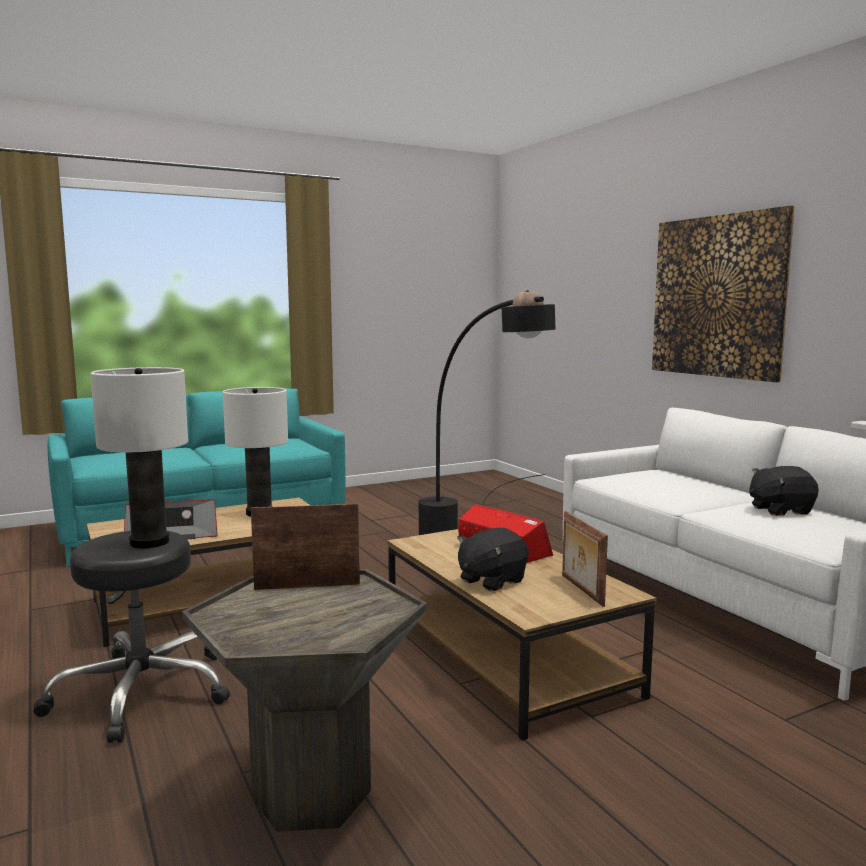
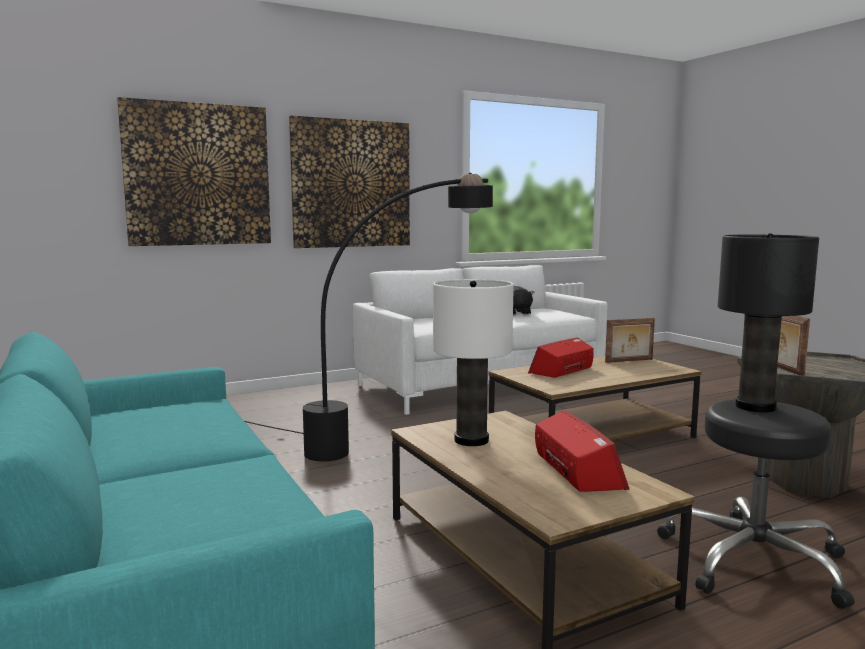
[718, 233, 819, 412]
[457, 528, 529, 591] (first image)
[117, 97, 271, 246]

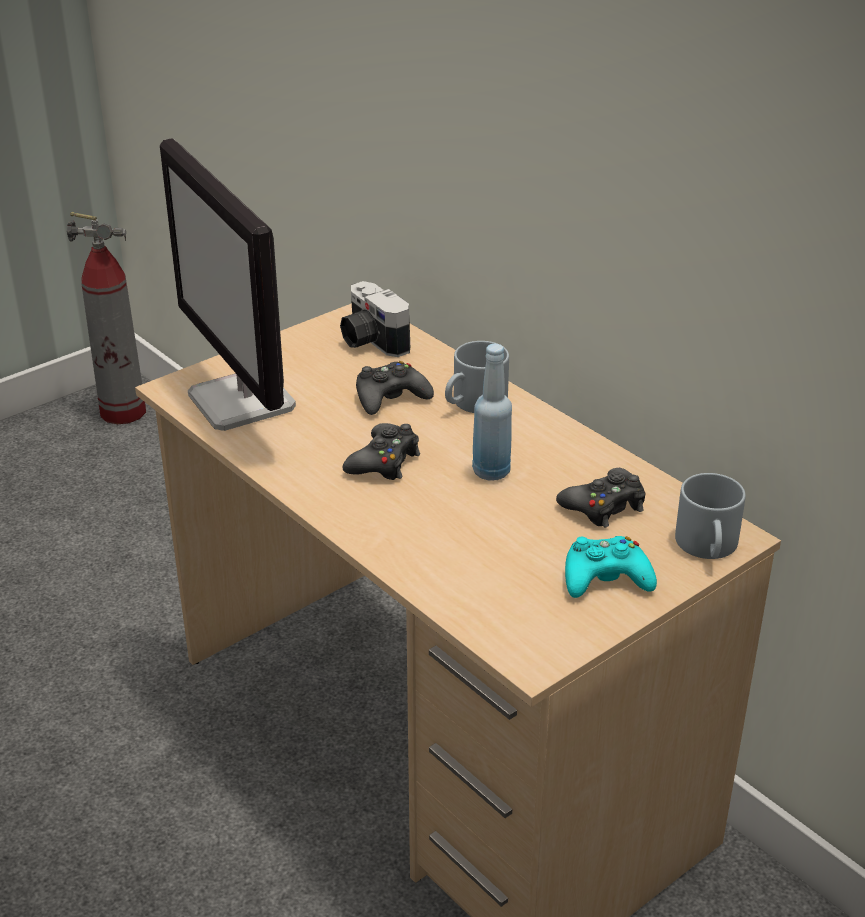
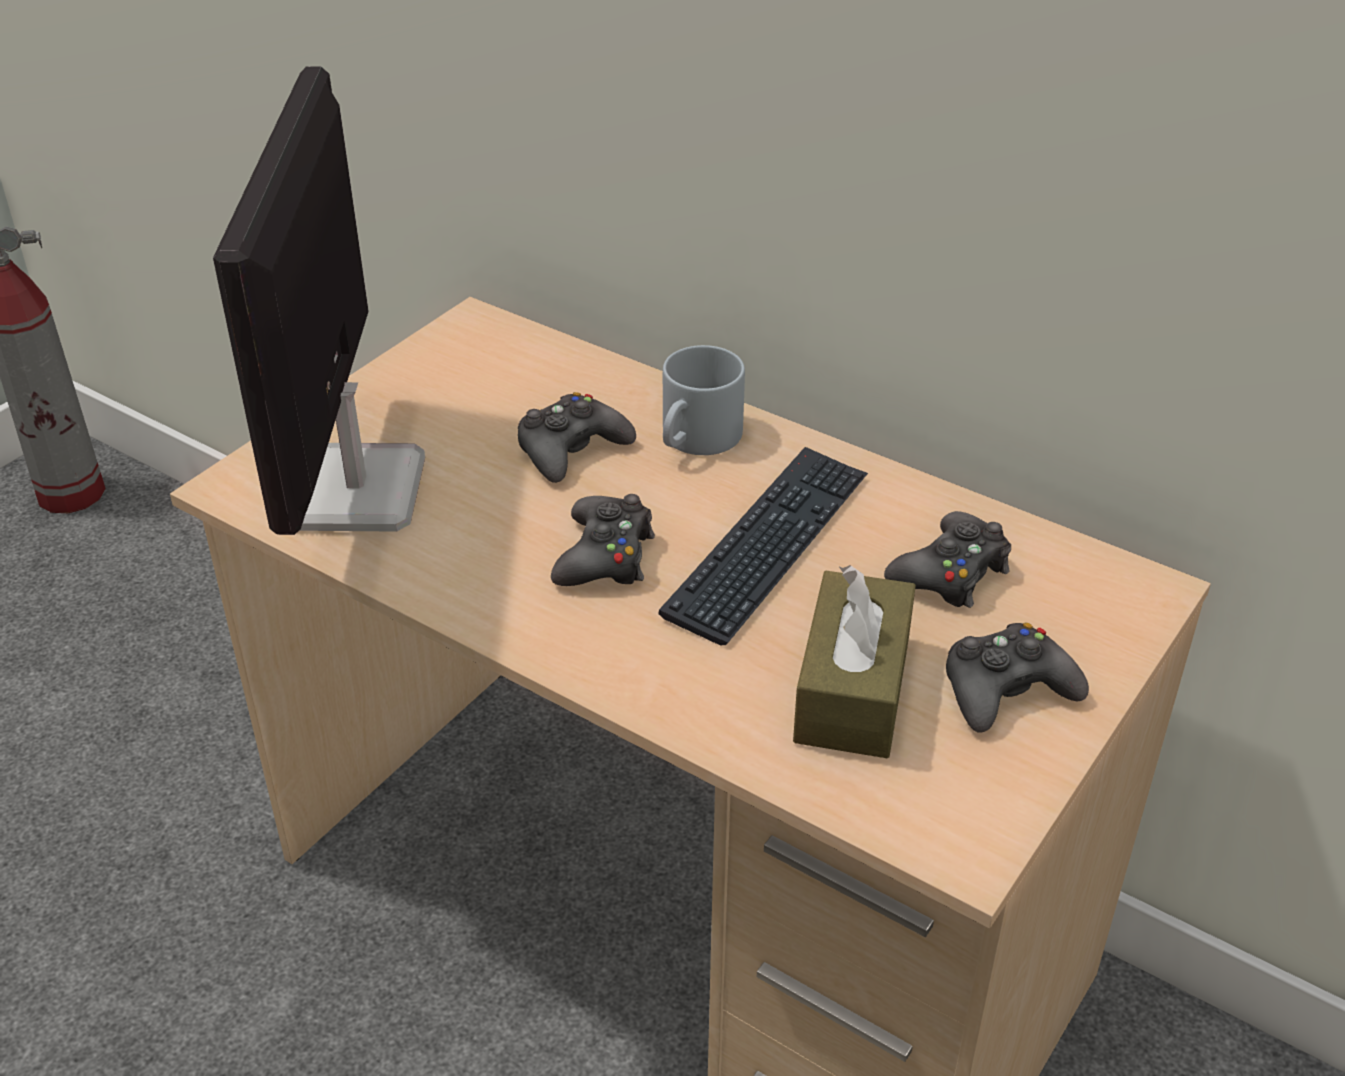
[213, 67, 425, 535]
[340, 281, 410, 357] (first image)
[659, 447, 868, 645]
[946, 622, 1089, 733]
[675, 473, 746, 559] (first image)
[793, 565, 916, 758]

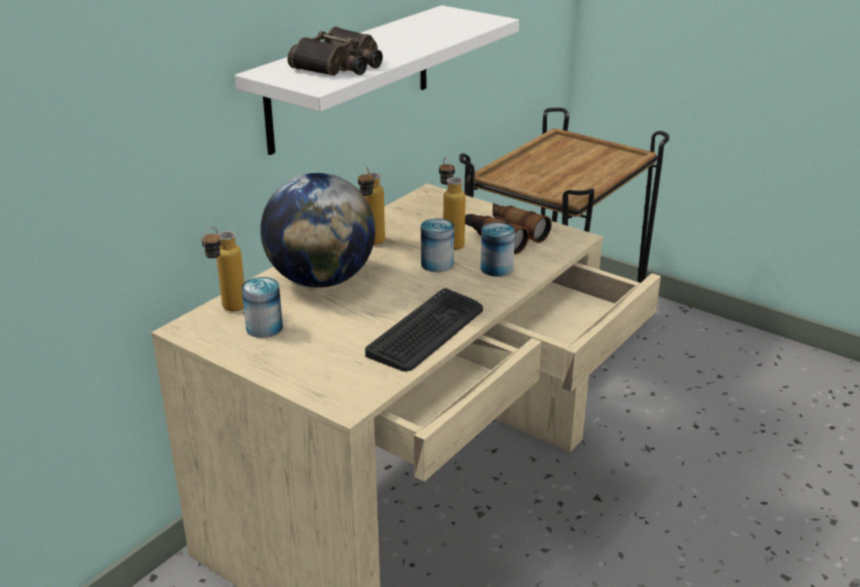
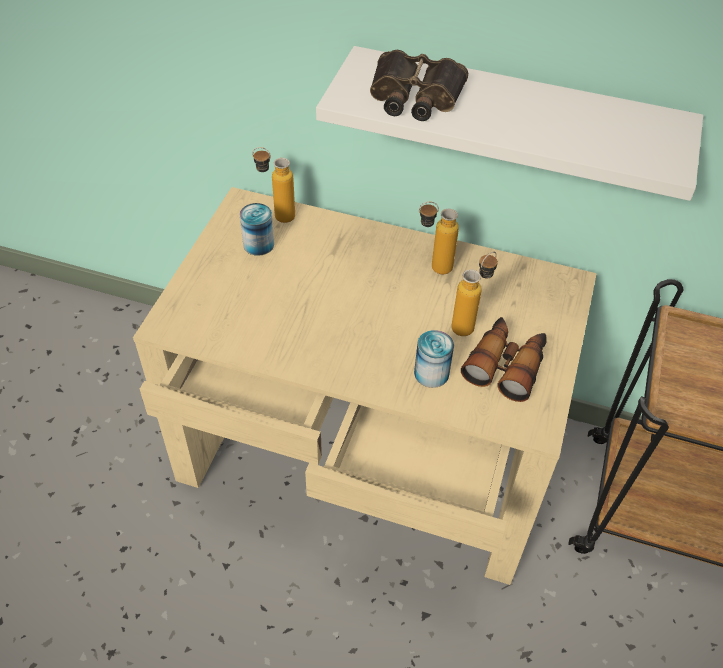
[260, 173, 375, 288] (first image)
[365, 288, 483, 372] (first image)
[421, 218, 454, 272] (first image)

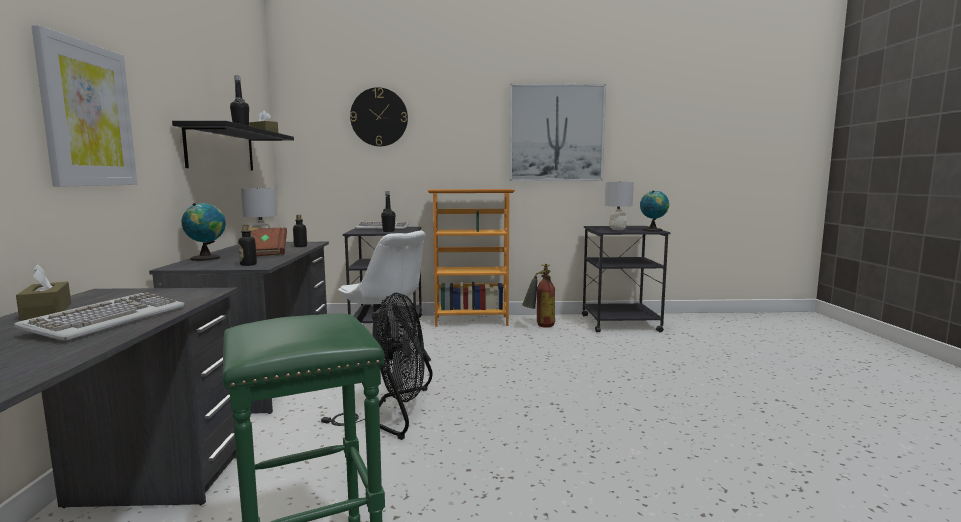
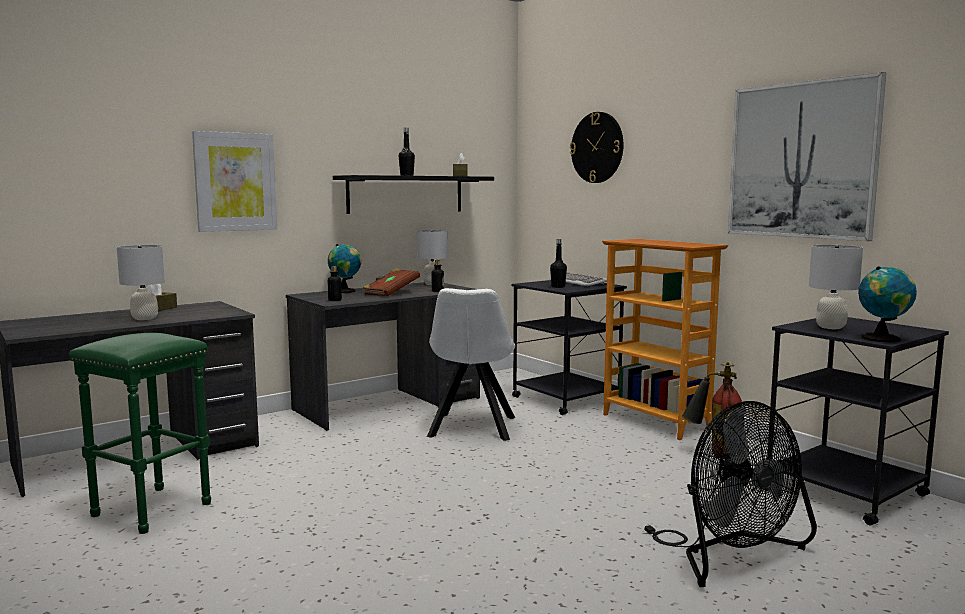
[117, 245, 165, 320]
[645, 401, 817, 587]

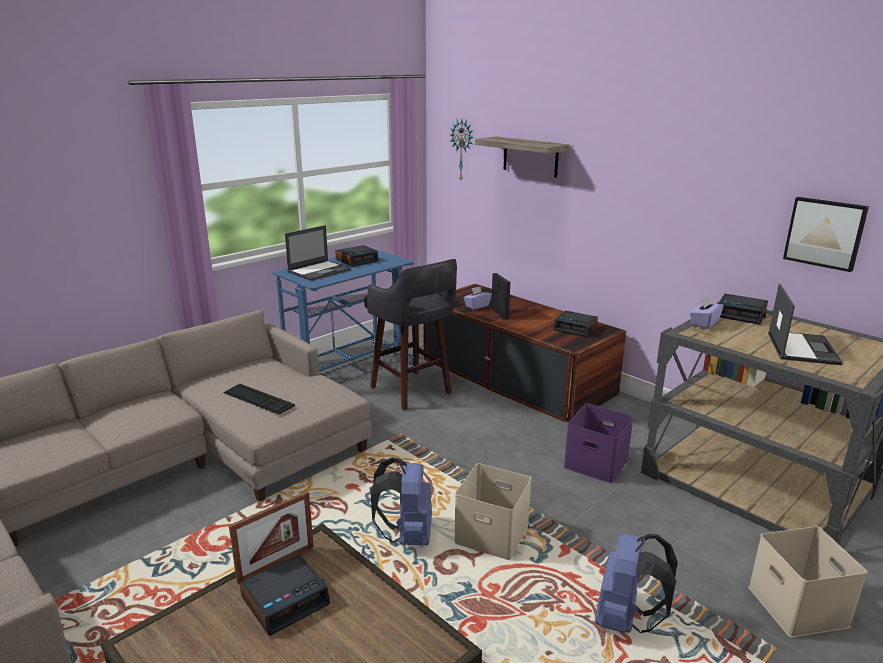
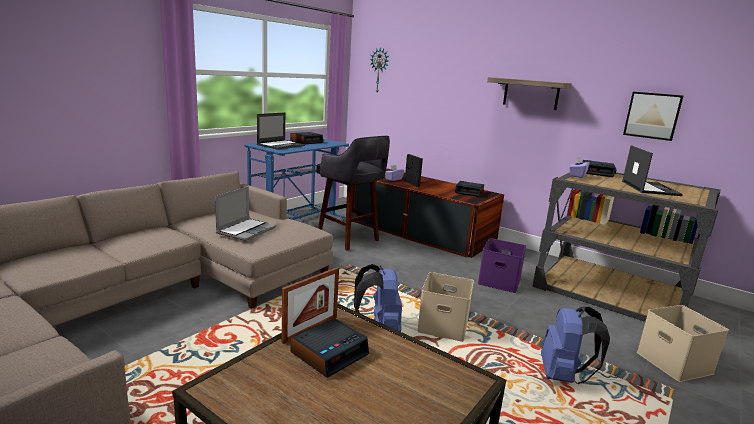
[215, 186, 276, 241]
[487, 77, 572, 110]

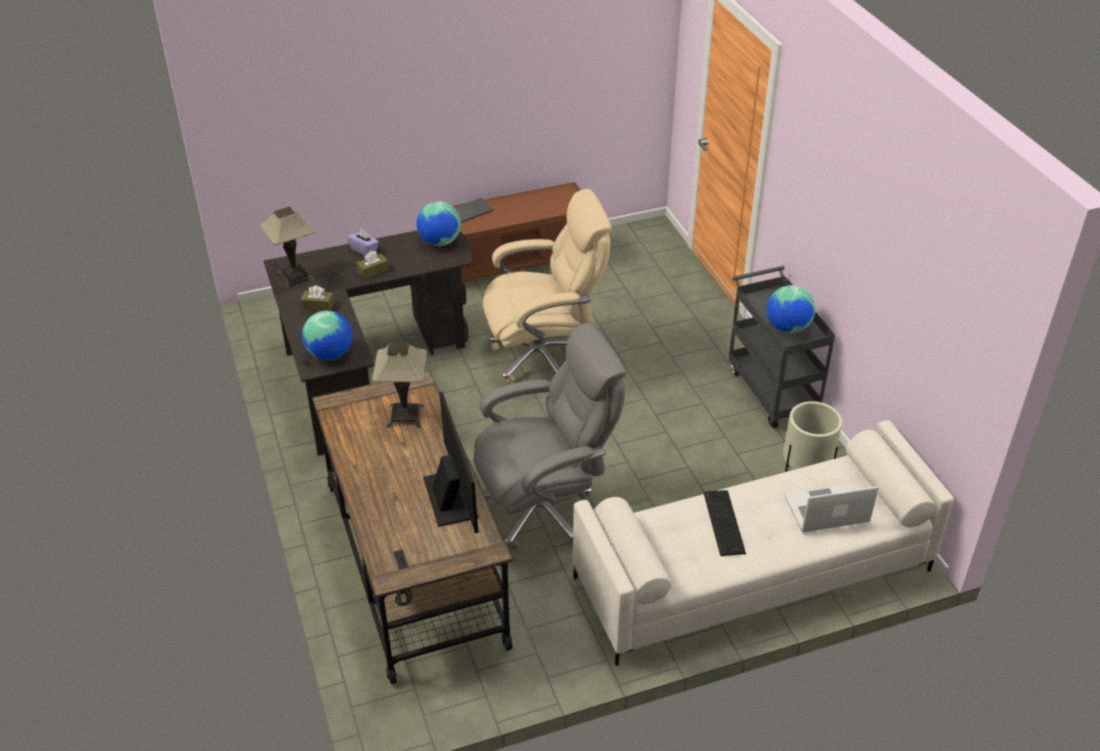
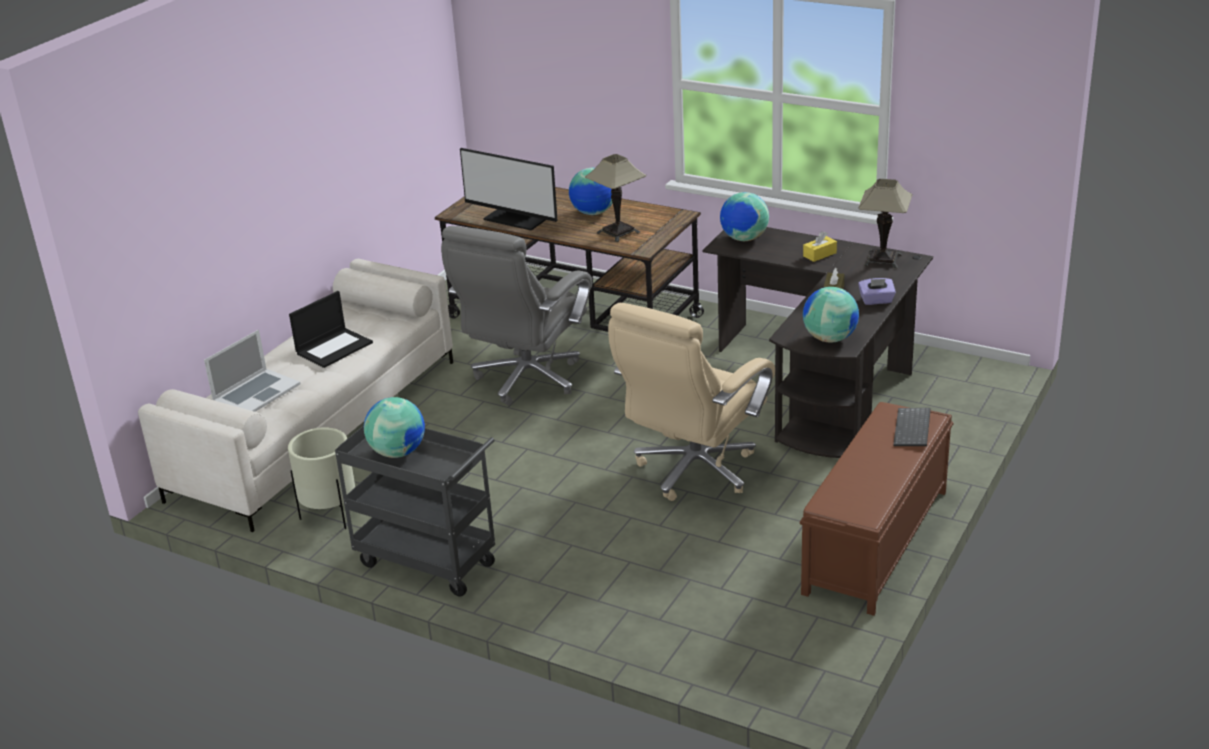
[803, 231, 837, 262]
[289, 291, 373, 368]
[569, 168, 613, 215]

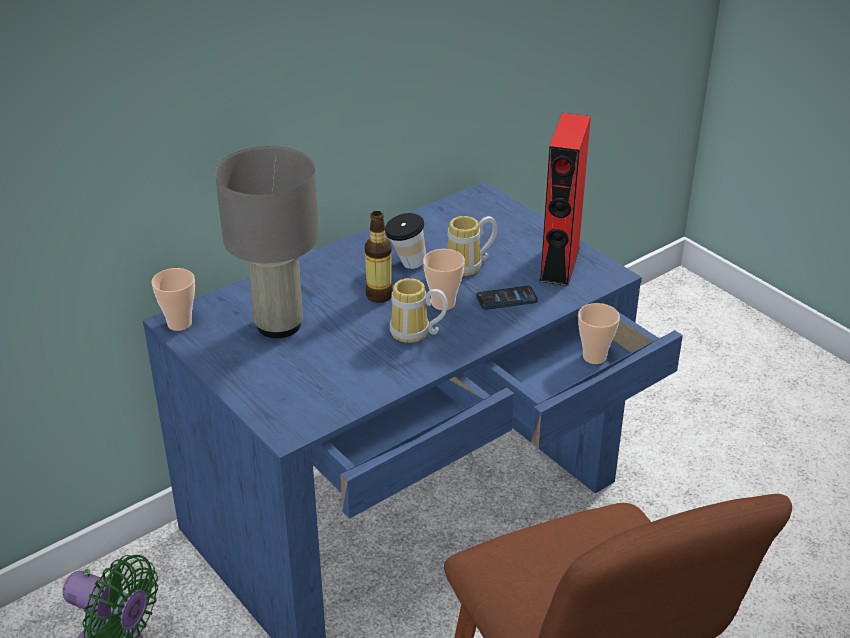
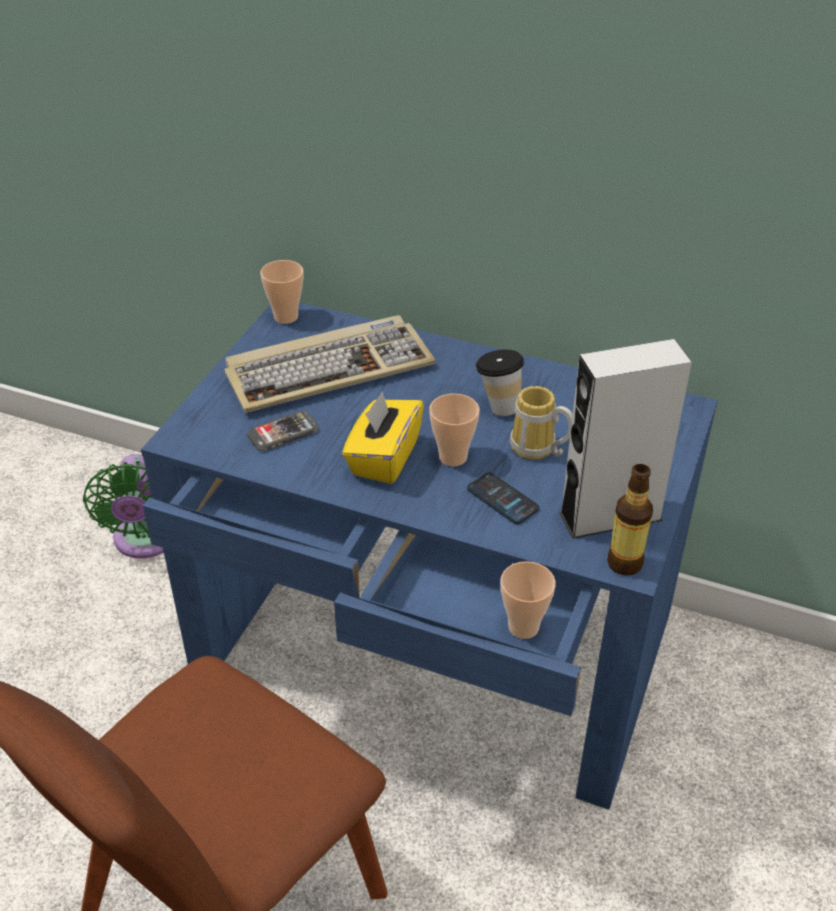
[225, 315, 436, 413]
[607, 464, 653, 576]
[342, 392, 424, 484]
[559, 339, 692, 539]
[247, 411, 319, 451]

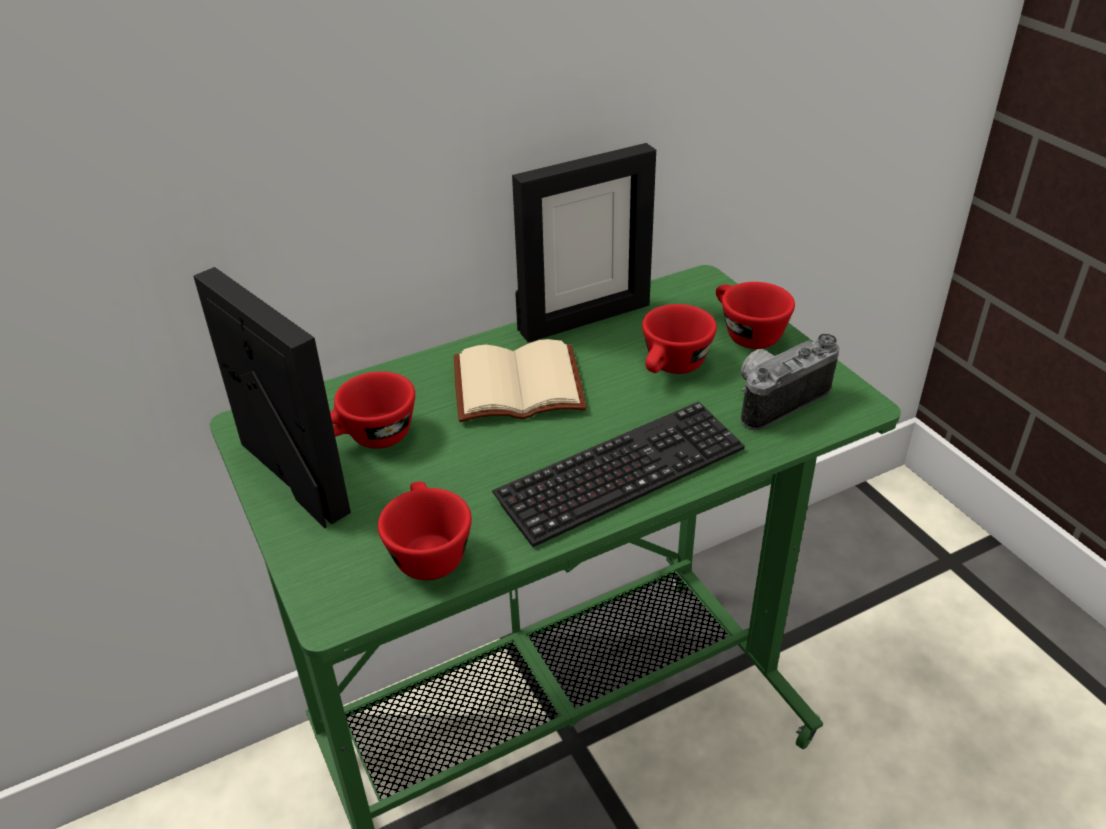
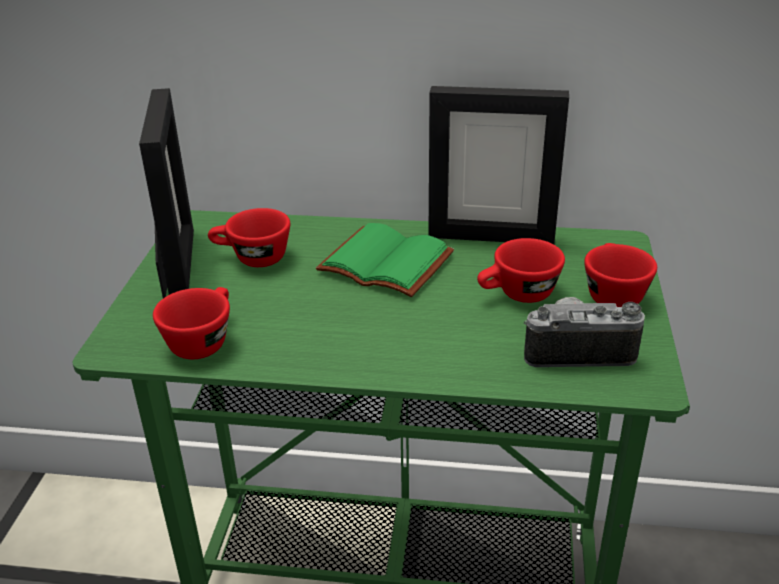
[316, 223, 454, 297]
[492, 401, 745, 547] (first image)

